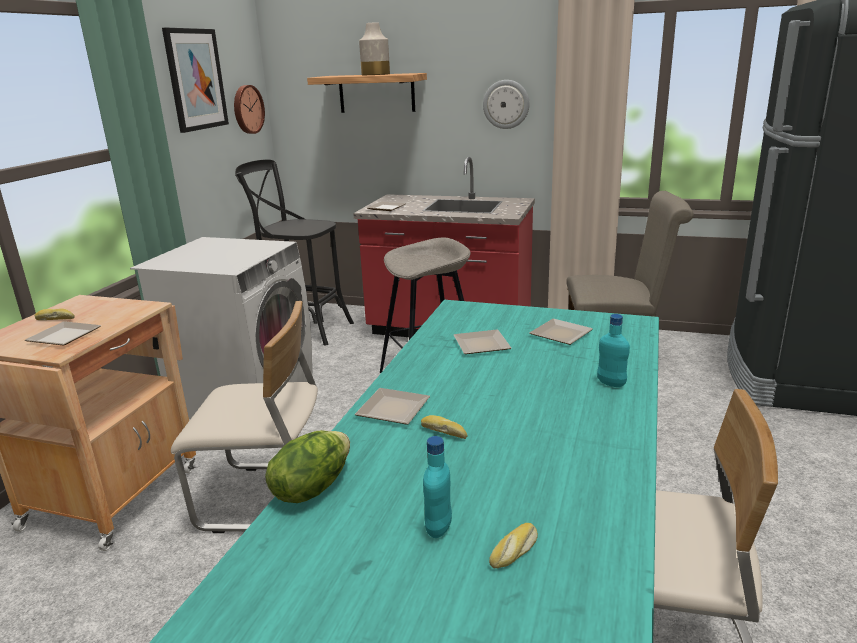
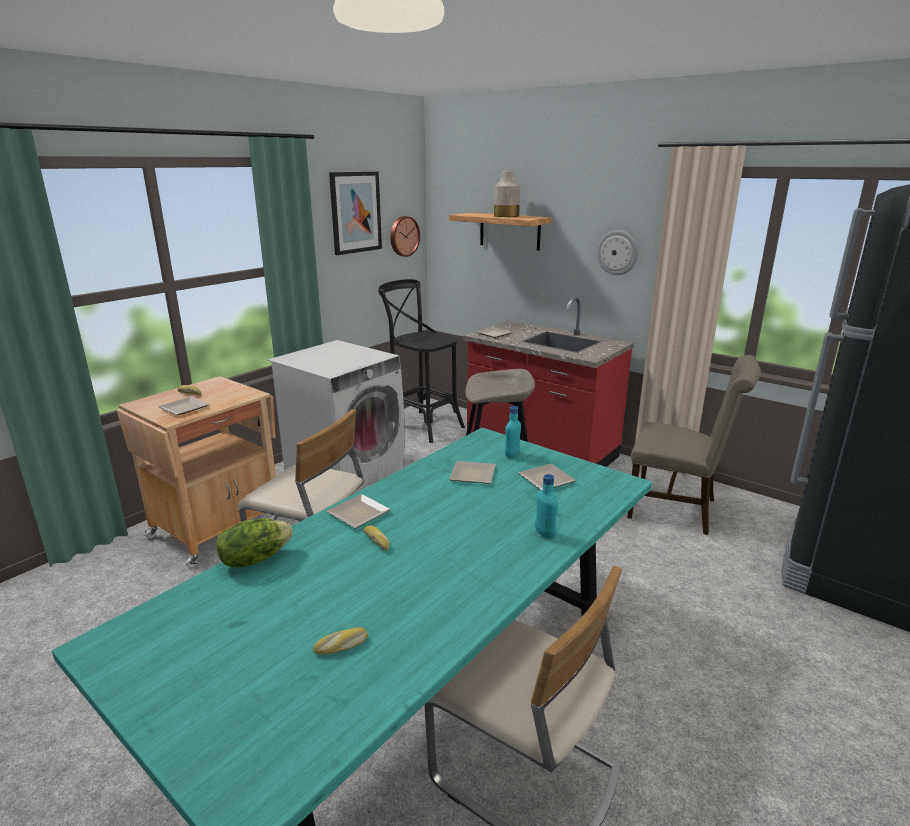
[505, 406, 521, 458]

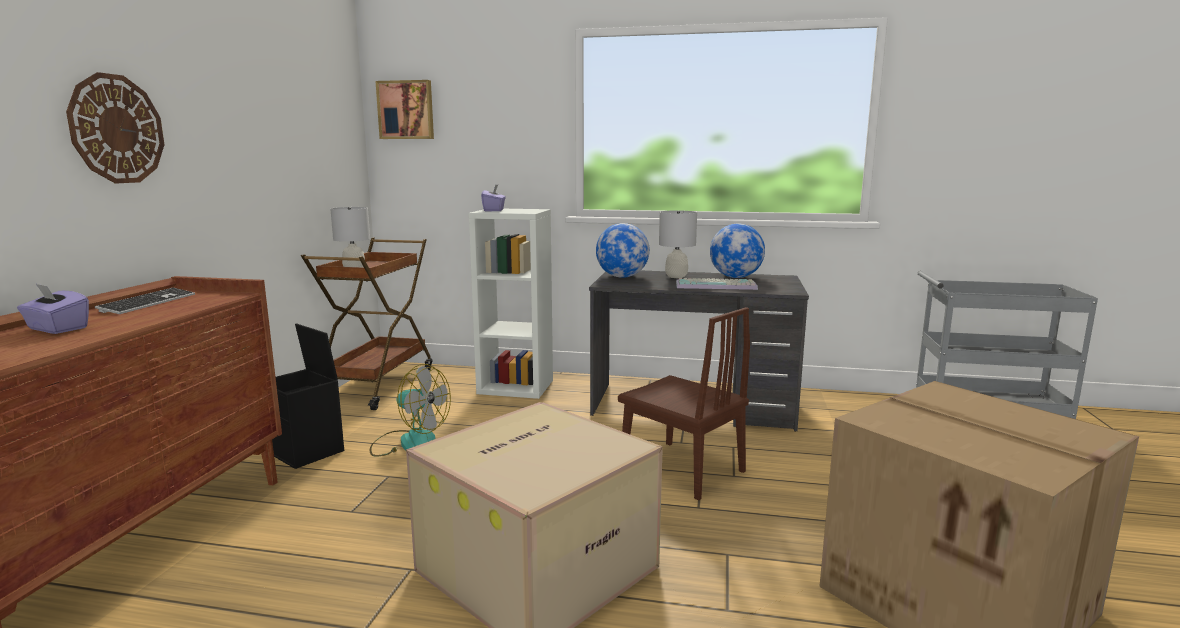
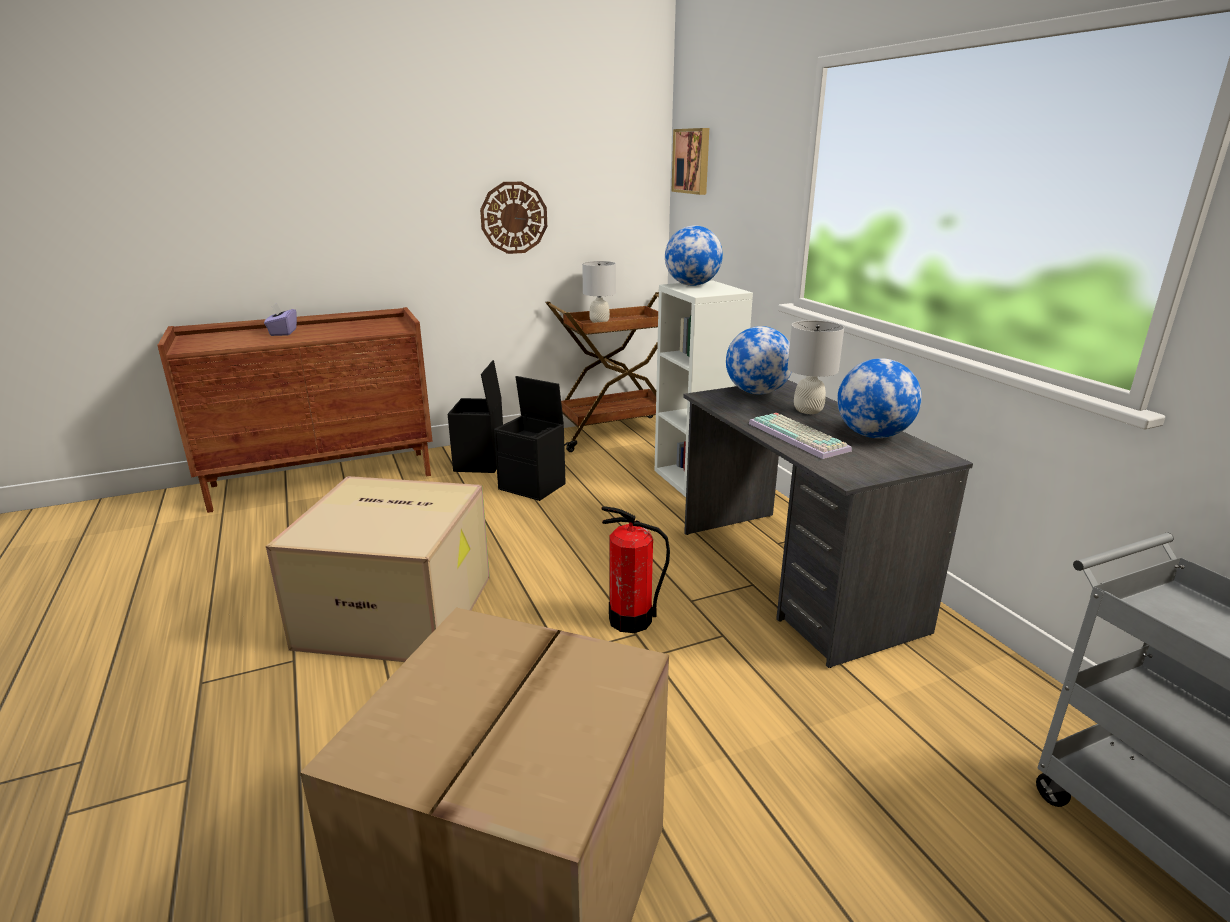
[480, 182, 547, 254]
[95, 288, 195, 314] (first image)
[494, 376, 566, 501]
[665, 225, 723, 286]
[602, 507, 670, 633]

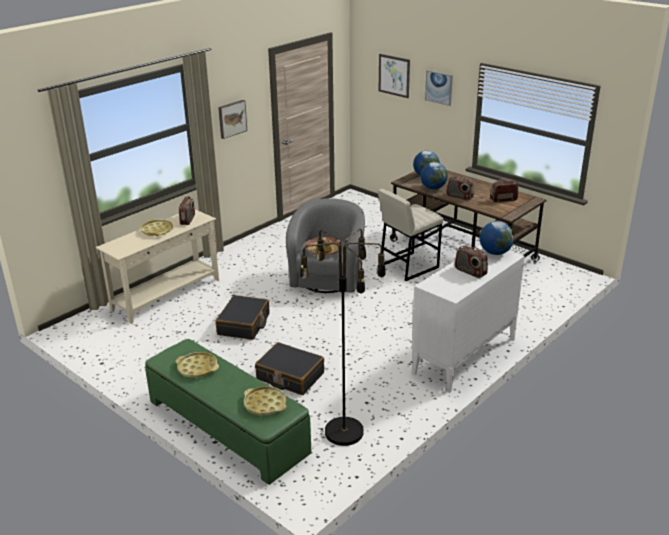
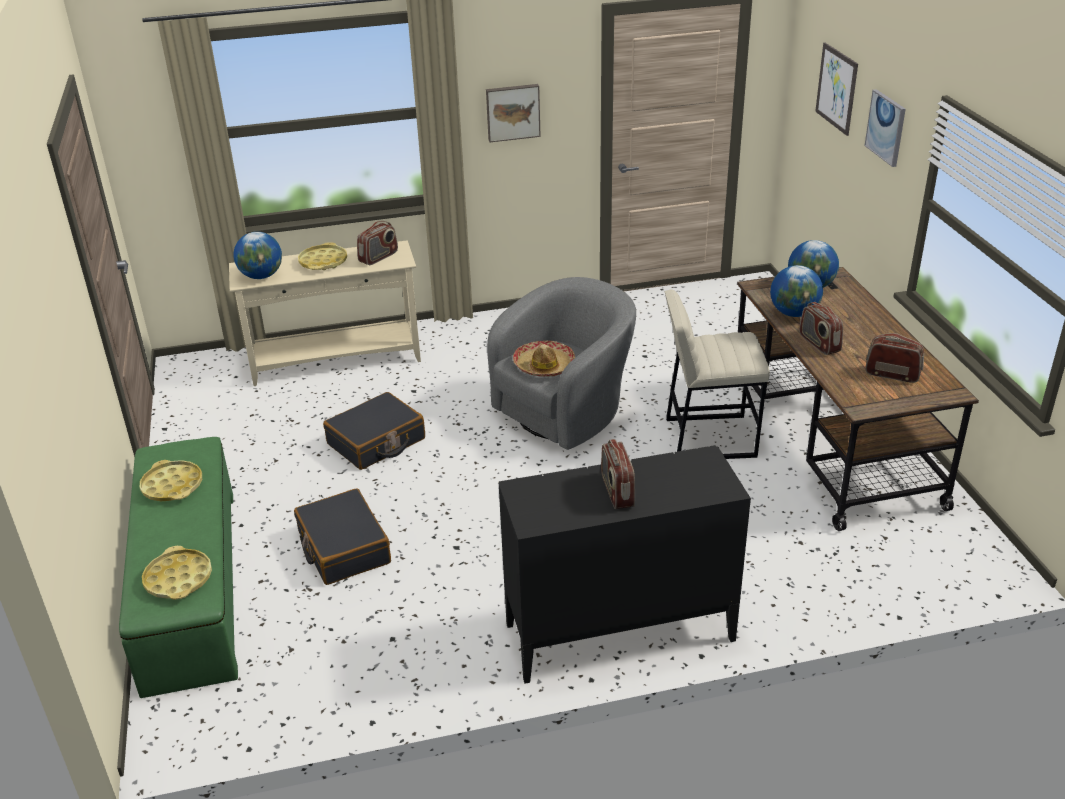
[300, 228, 386, 446] (first image)
[498, 445, 751, 684]
[233, 232, 282, 279]

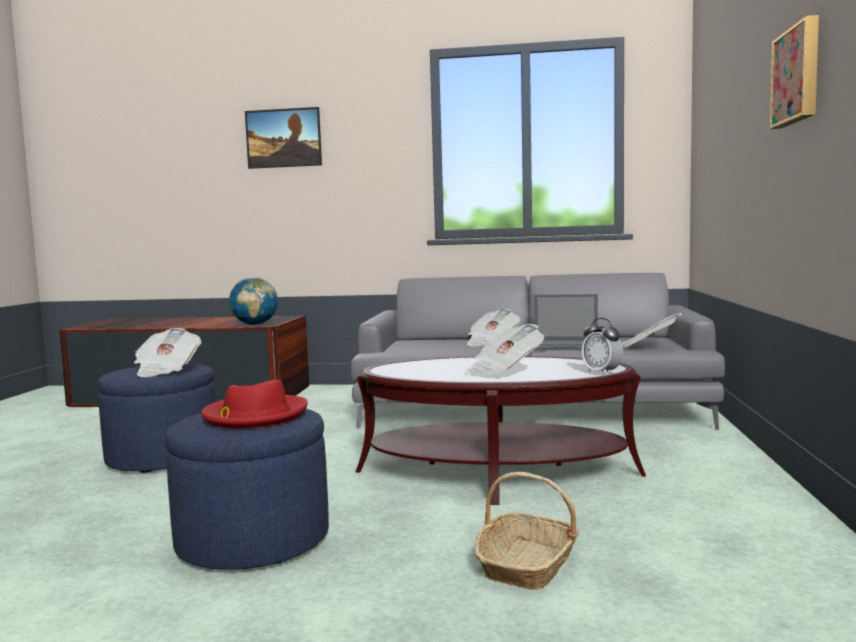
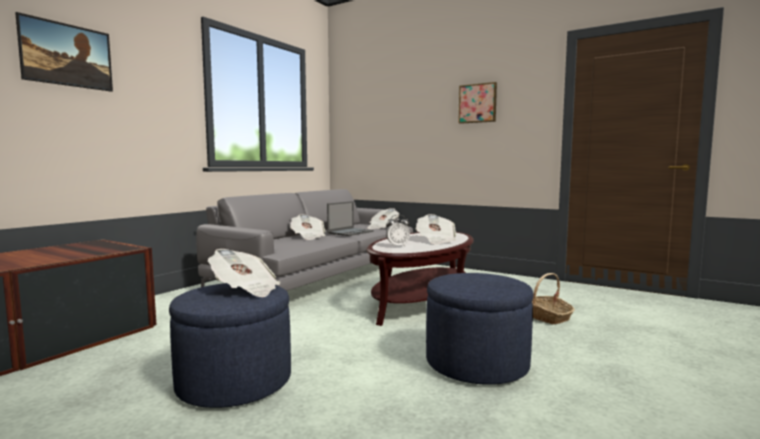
[201, 380, 308, 429] (first image)
[229, 277, 278, 325] (first image)
[386, 215, 410, 247]

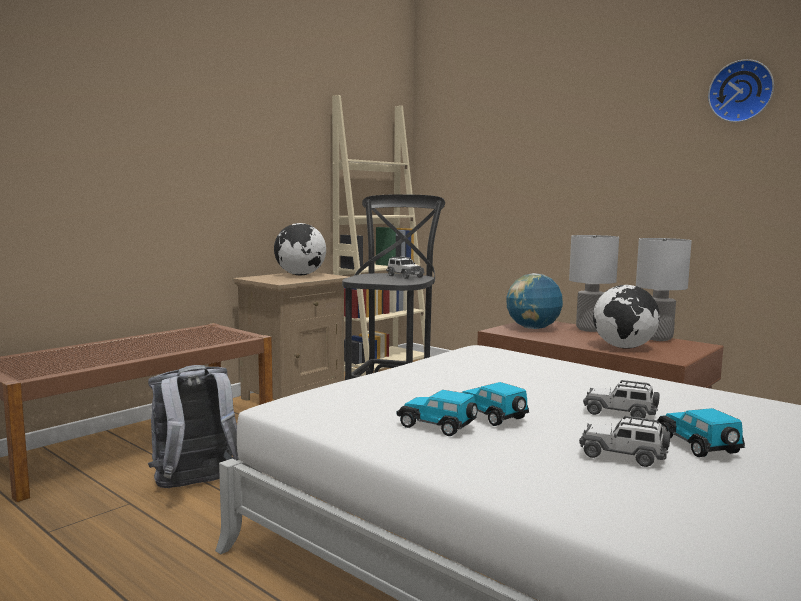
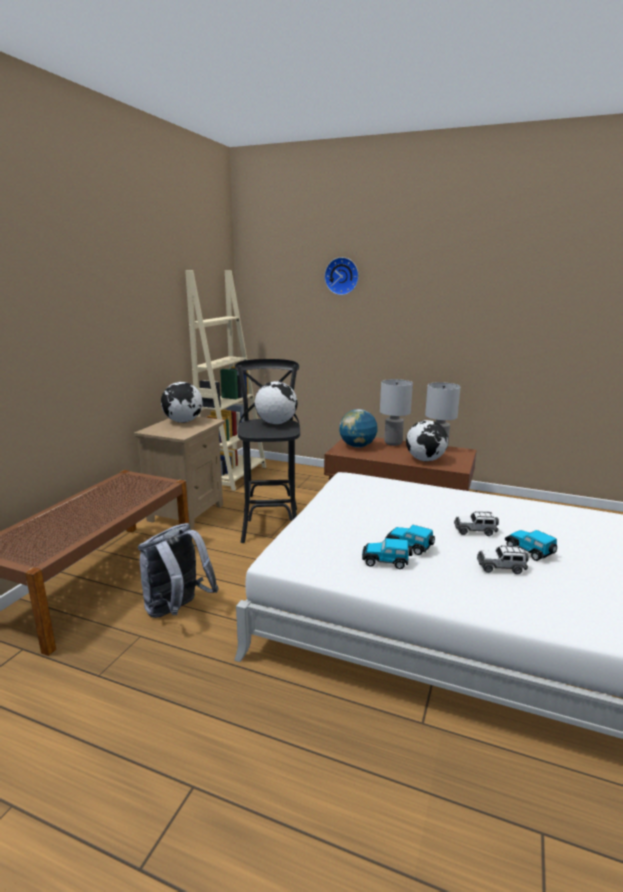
[255, 381, 297, 424]
[324, 257, 359, 295]

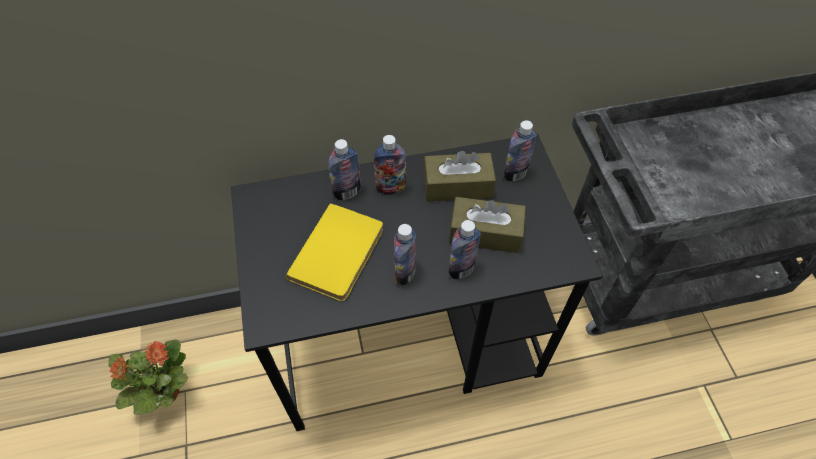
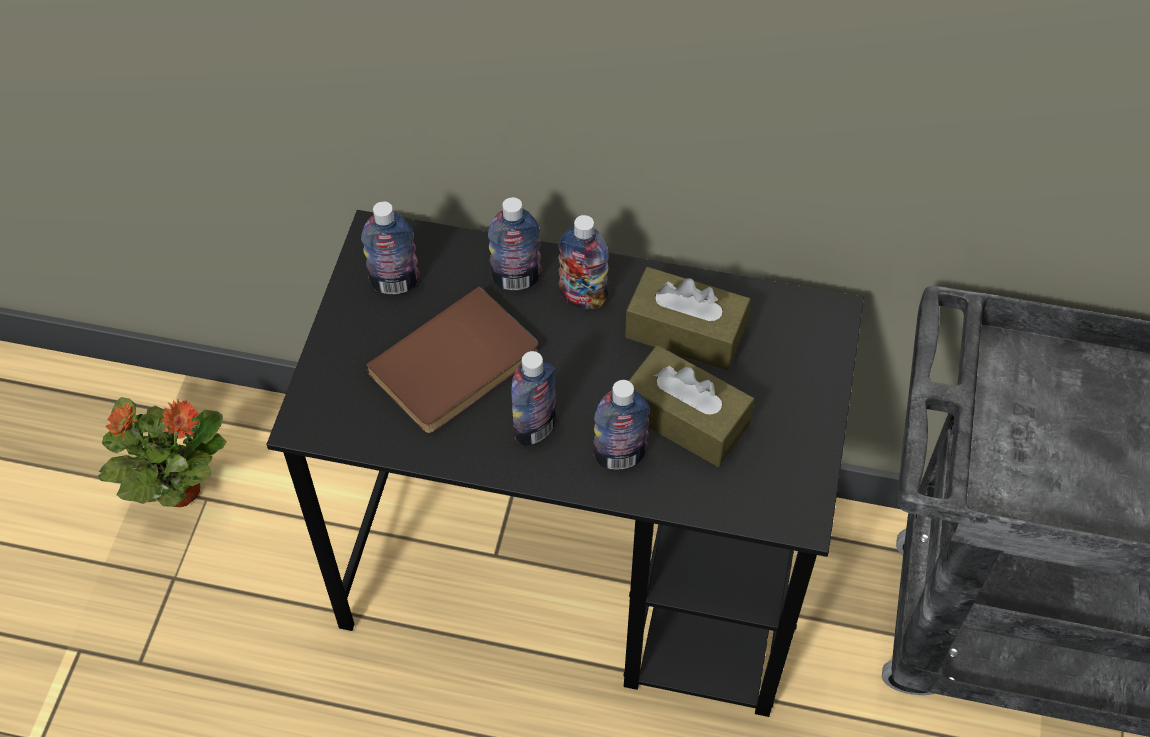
[366, 286, 538, 434]
[361, 201, 419, 294]

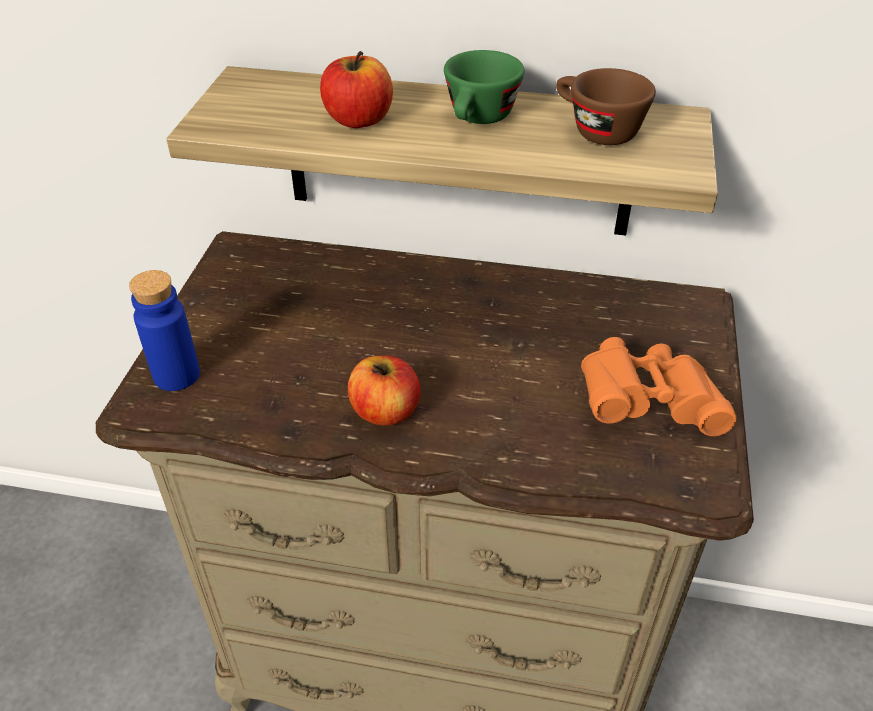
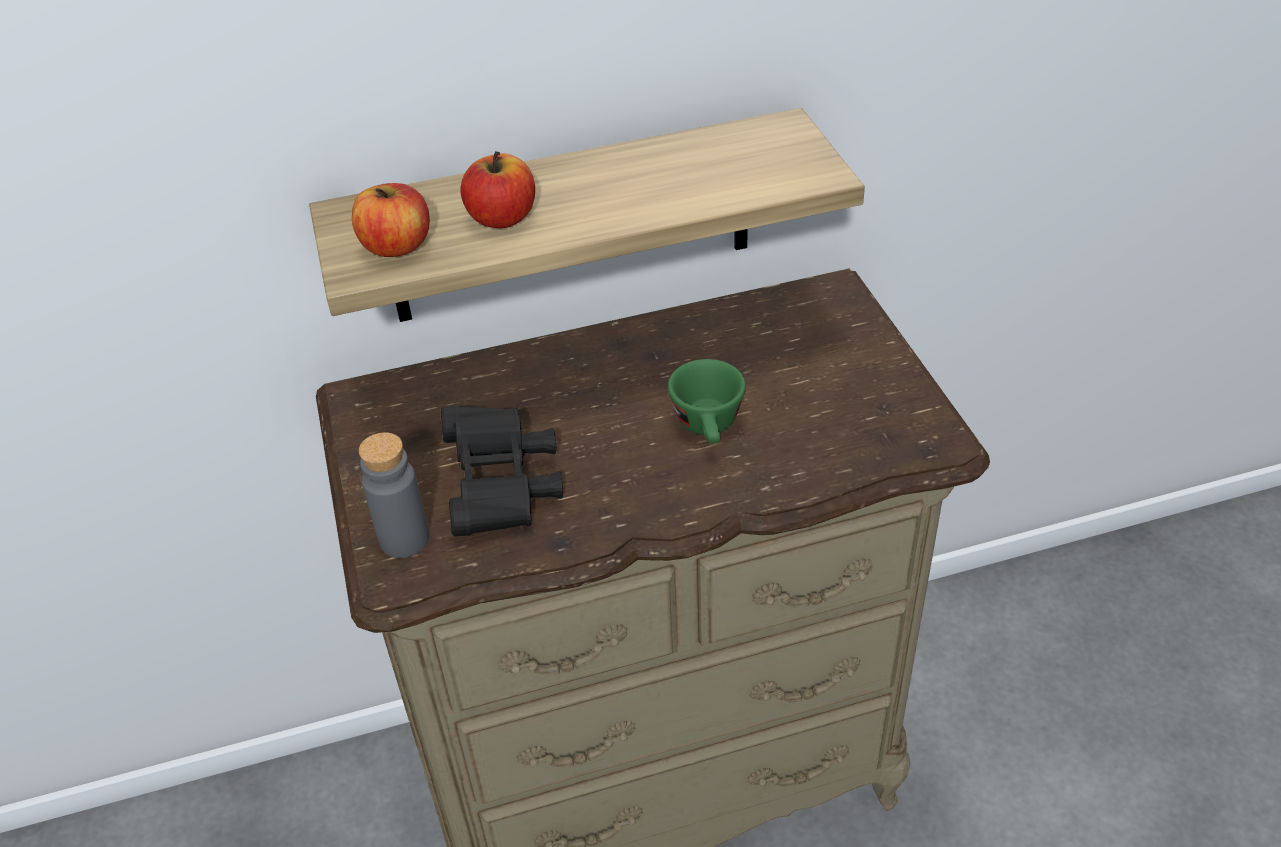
[359, 432, 429, 558]
[352, 183, 430, 257]
[668, 359, 746, 443]
[556, 68, 656, 145] (first image)
[581, 337, 736, 436] (first image)
[441, 405, 563, 536]

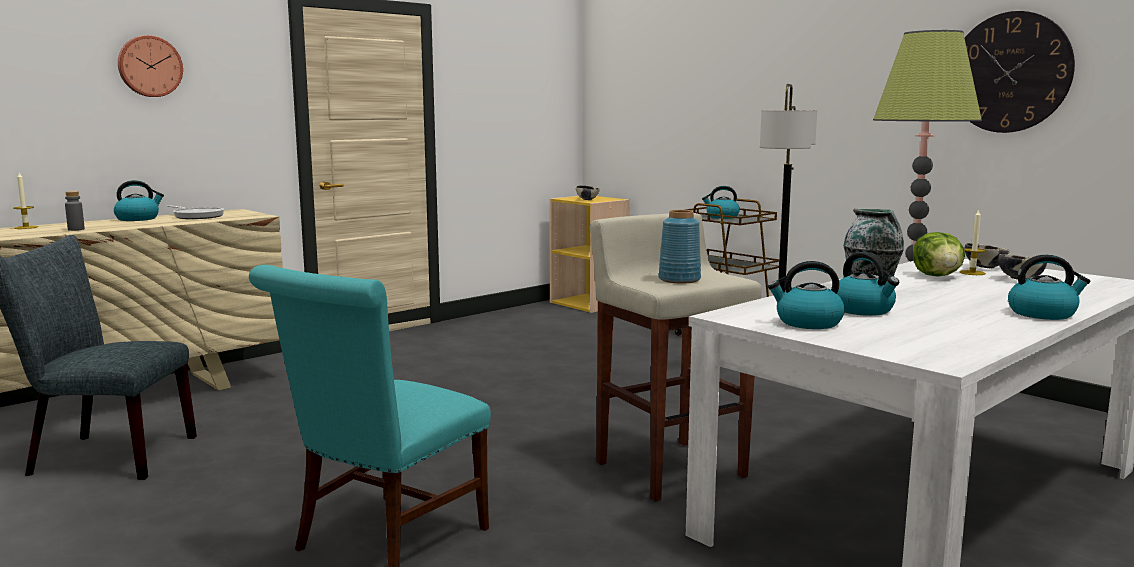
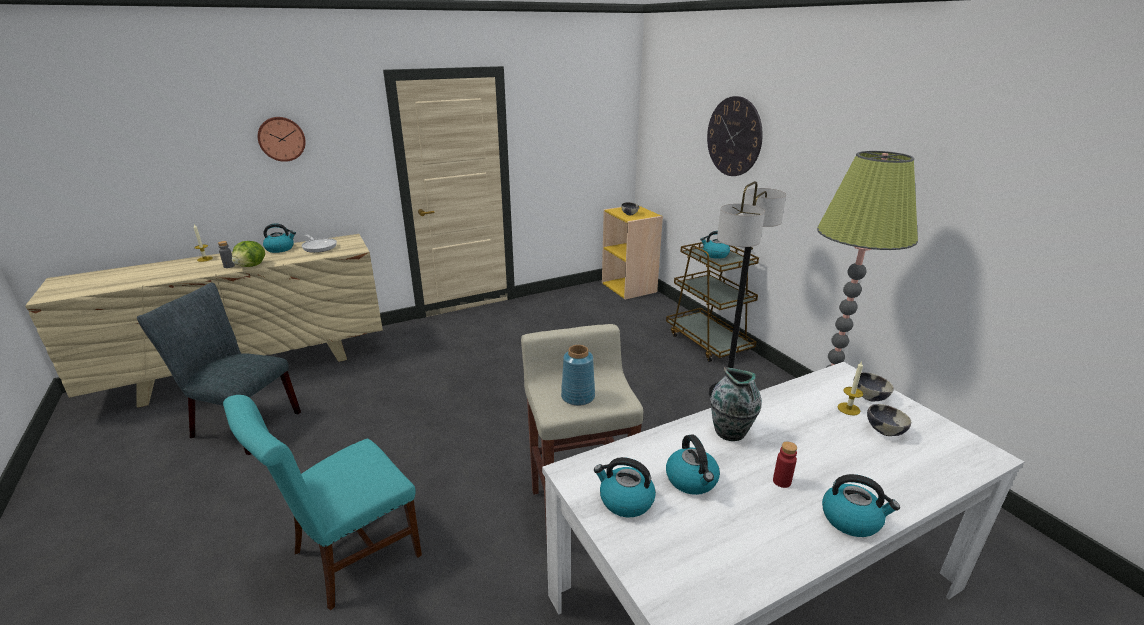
[232, 241, 265, 267]
[707, 96, 763, 176]
[773, 441, 797, 488]

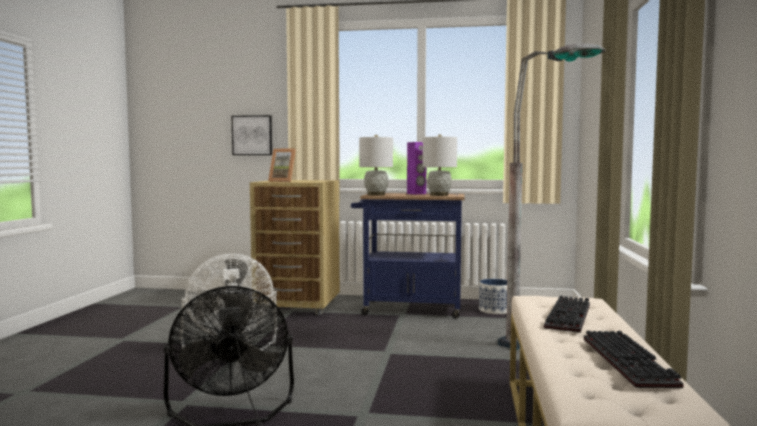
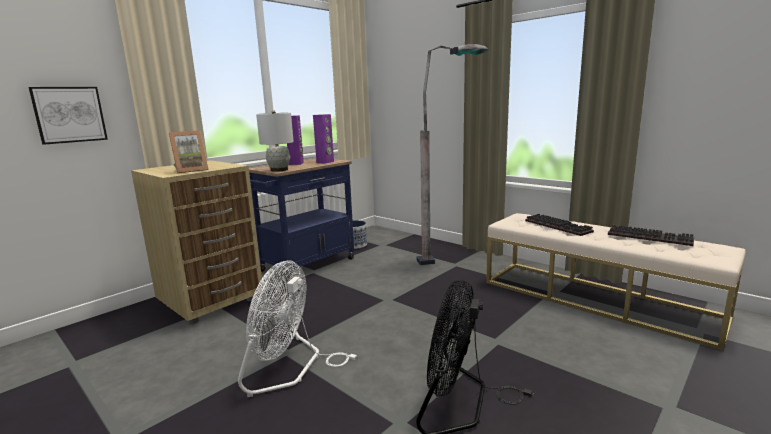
[313, 114, 334, 164]

